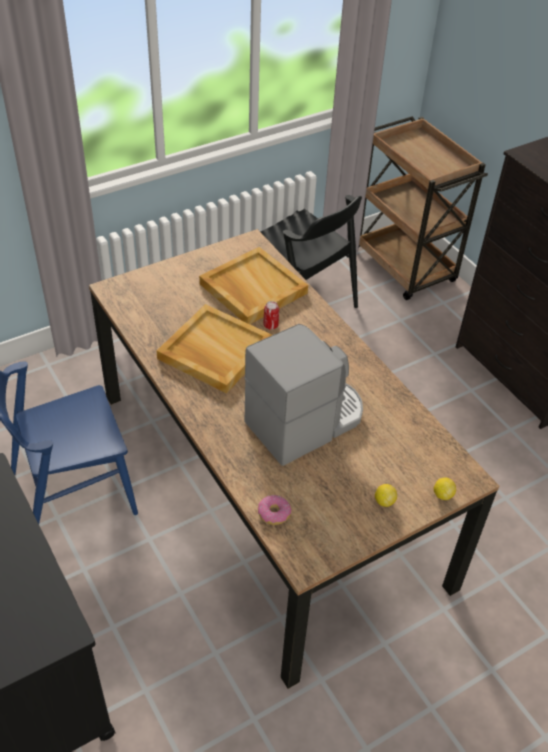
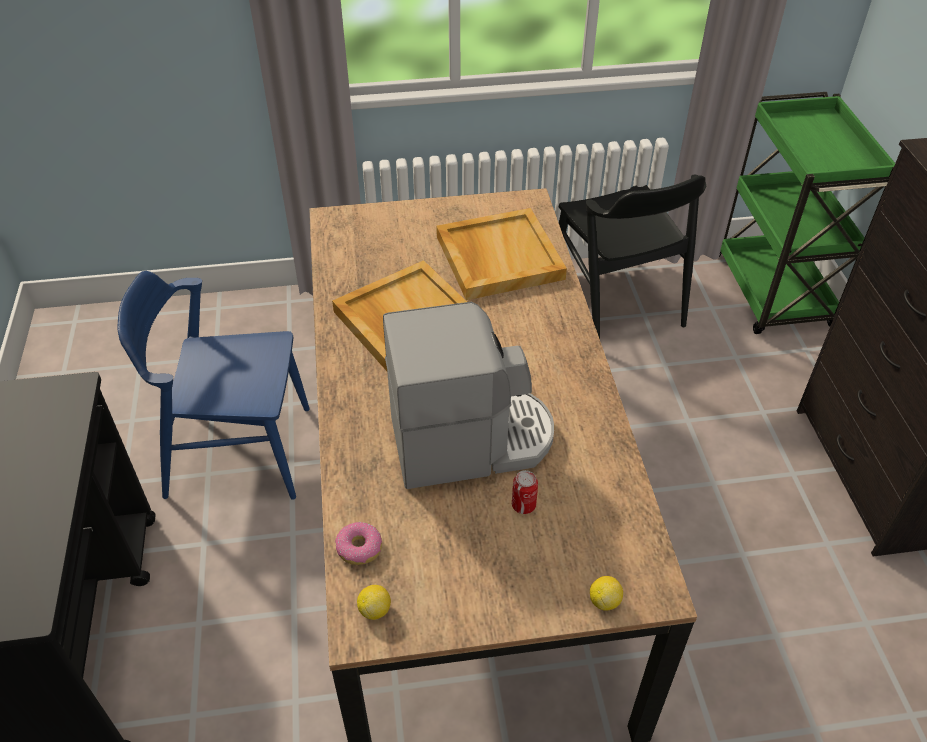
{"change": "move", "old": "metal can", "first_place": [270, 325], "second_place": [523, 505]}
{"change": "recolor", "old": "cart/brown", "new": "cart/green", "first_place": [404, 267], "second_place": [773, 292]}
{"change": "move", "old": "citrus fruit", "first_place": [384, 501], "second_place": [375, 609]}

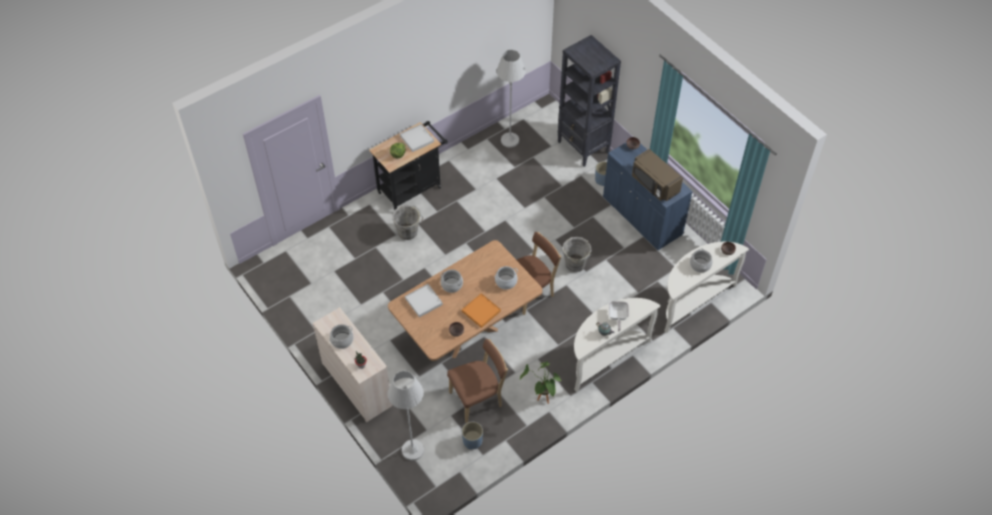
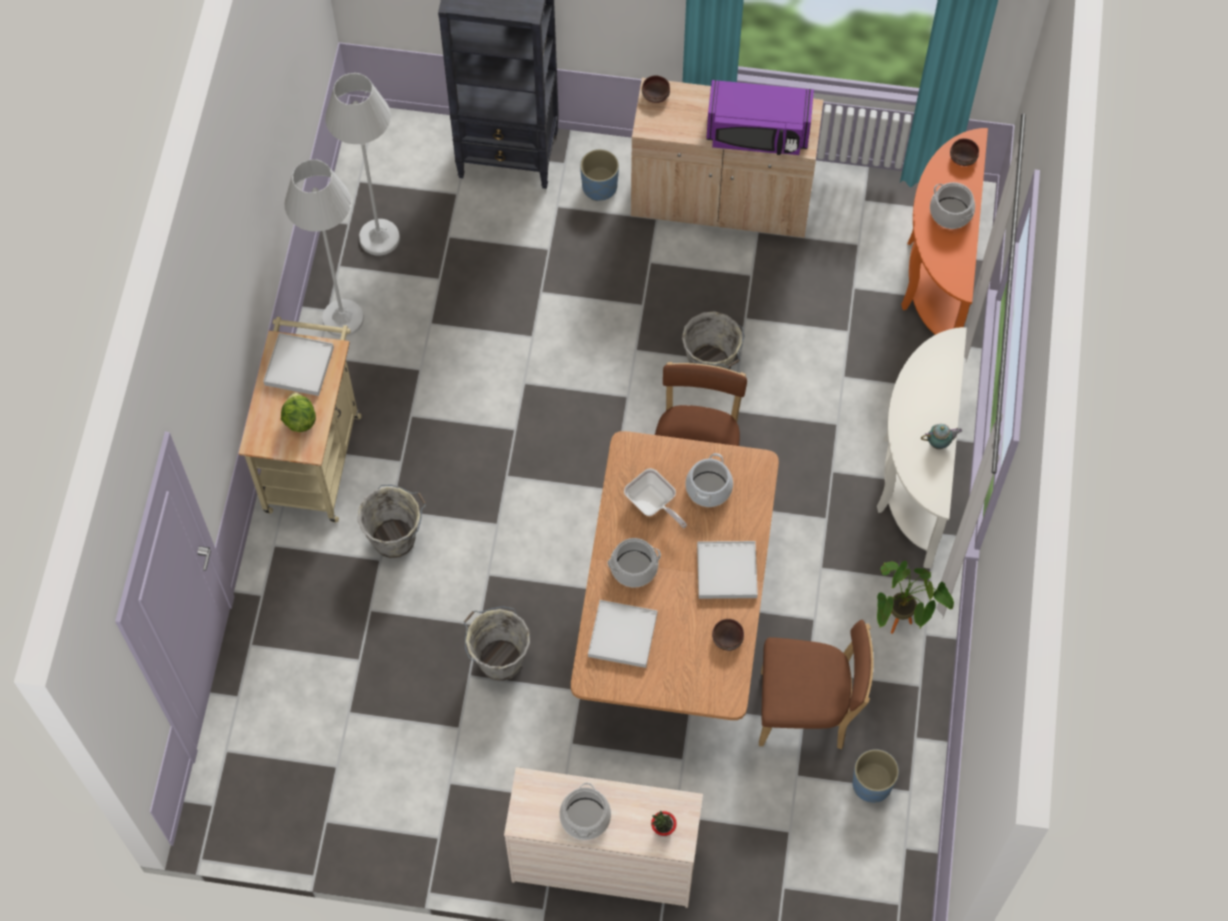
{"change": "recolor", "old": "cart/black", "new": "cart/beige", "first_place": [412, 188], "second_place": [314, 455]}
{"change": "move", "old": "standard lamp/whitish", "first_place": [412, 450], "second_place": [343, 319]}
{"change": "rotate", "old": "chair/brown", "first_place": [478, 399], "second_place": [807, 711], "degrees": 75}
{"change": "recolor", "old": "serving tray/orange-coloured", "new": "serving tray/whitish", "first_place": [481, 311], "second_place": [726, 571]}
{"change": "recolor", "old": "storage cabinet/blue", "new": "storage cabinet/beige", "first_place": [642, 216], "second_place": [721, 200]}
{"change": "move", "old": "pan", "first_place": [617, 317], "second_place": [653, 504]}
{"change": "recolor", "old": "microwave/brown", "new": "microwave/purplish", "first_place": [654, 184], "second_place": [758, 134]}
{"change": "recolor", "old": "hall table/whitish", "new": "hall table/orange-coloured", "first_place": [693, 301], "second_place": [935, 277]}
{"change": "insert", "new": "pail/grey", "second_place": [499, 659]}

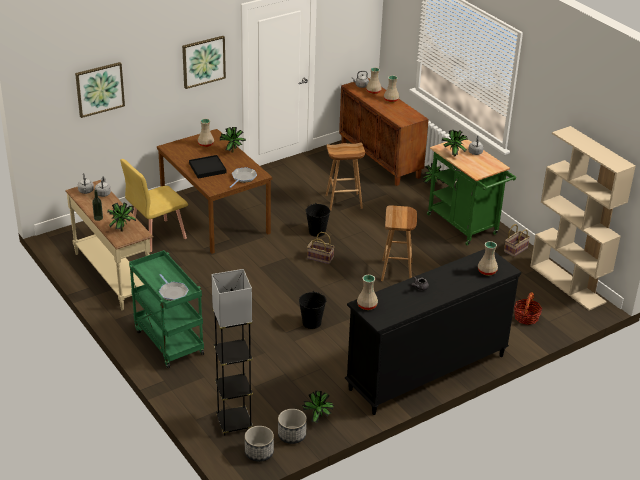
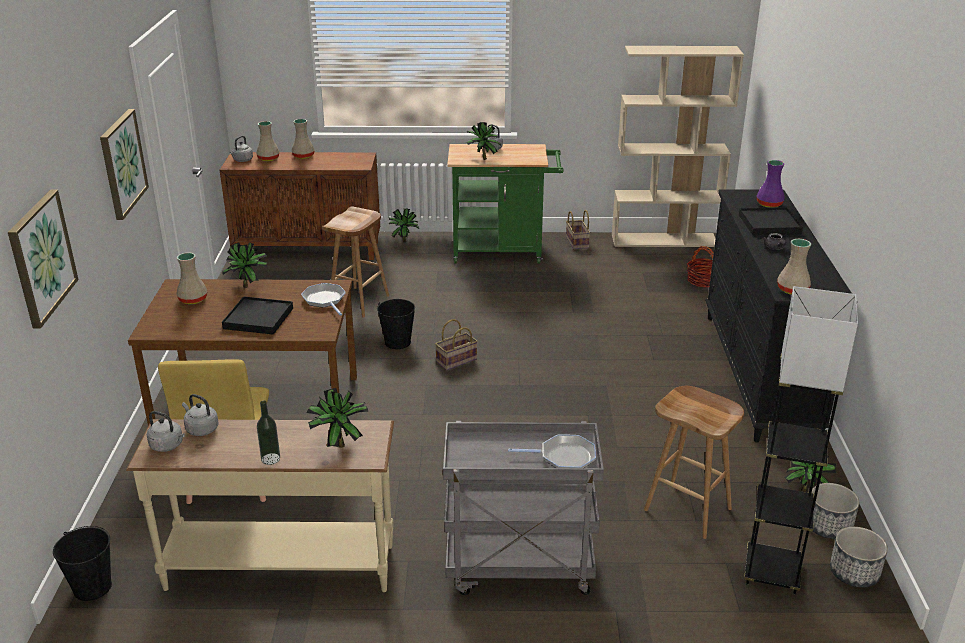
{"change": "recolor", "old": "cart/green", "new": "cart/grey", "first_place": [167, 341], "second_place": [518, 569]}
{"change": "move", "old": "pail/black", "first_place": [311, 323], "second_place": [92, 587]}
{"change": "move", "old": "sitting stool/brown", "first_place": [397, 271], "second_place": [689, 509]}
{"change": "recolor", "old": "decorative vase/beige", "new": "decorative vase/purplish", "first_place": [487, 271], "second_place": [769, 204]}
{"change": "insert", "new": "serving tray/black", "second_place": [769, 224]}

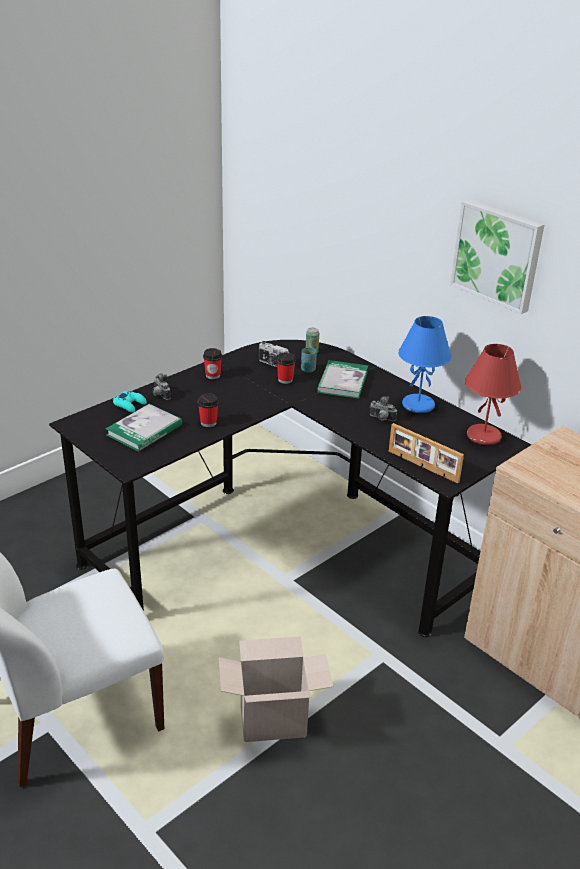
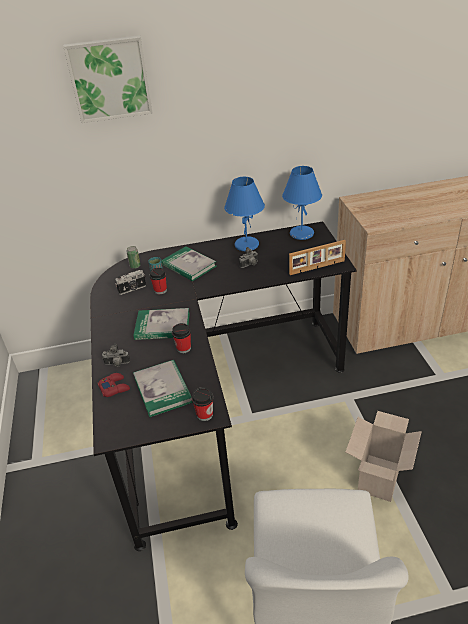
{"change": "recolor", "old": "joypad/turquoise", "new": "joypad/reddish", "first_place": [130, 404], "second_place": [114, 387]}
{"change": "move", "old": "drinking cup", "first_place": [213, 375], "second_place": [204, 414]}
{"change": "move", "old": "picture", "first_place": [498, 255], "second_place": [109, 79]}
{"change": "recolor", "old": "tabletop lamp/reddish", "new": "tabletop lamp/blue", "first_place": [483, 436], "second_place": [301, 234]}
{"change": "insert", "new": "bound book", "second_place": [162, 326]}

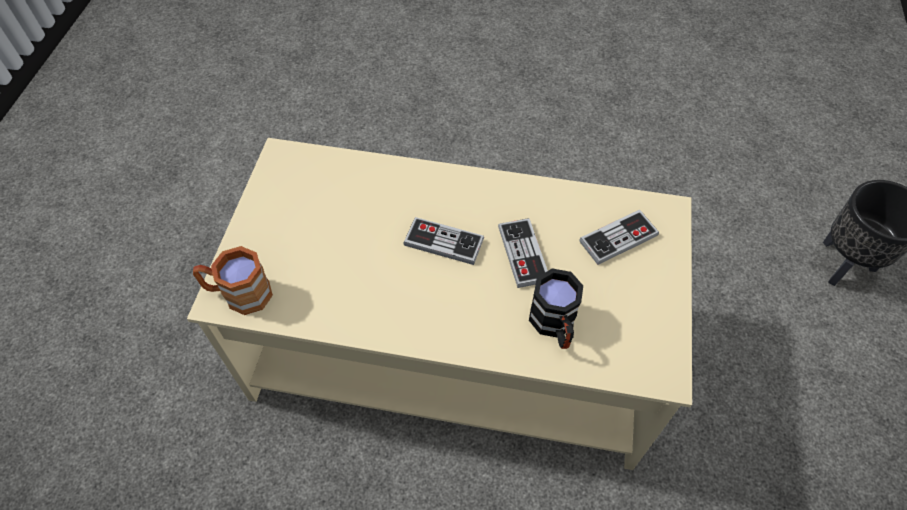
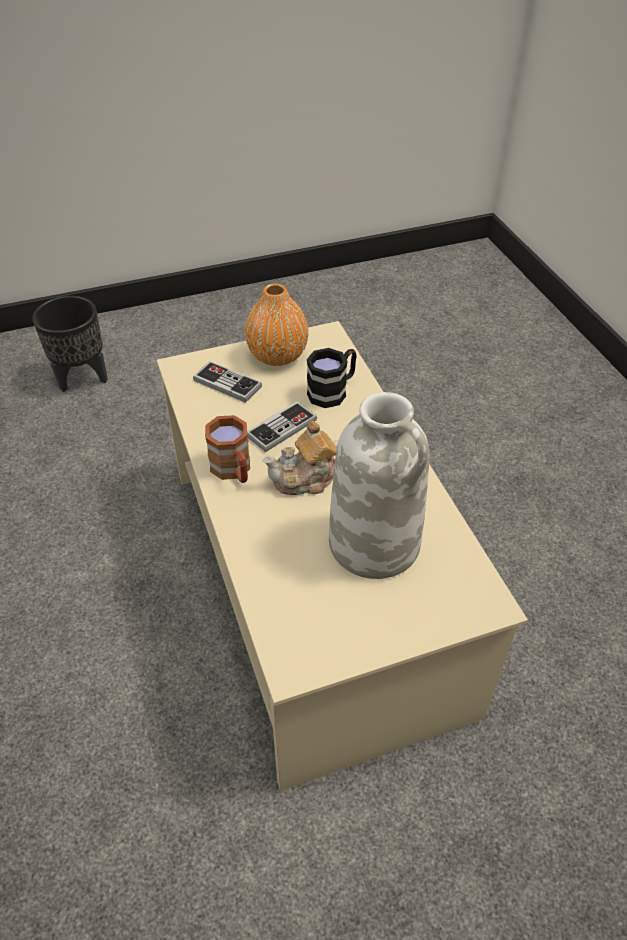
{"change": "move", "old": "mug/brown", "first_place": [238, 294], "second_place": [233, 470]}
{"change": "replace", "old": "joypad", "new": "pot for tea", "first_place": [443, 242], "second_place": [306, 479]}
{"change": "insert", "new": "decorative vase/orange-coloured", "second_place": [277, 355]}
{"change": "insert", "new": "decorative vase/whitish", "second_place": [376, 543]}

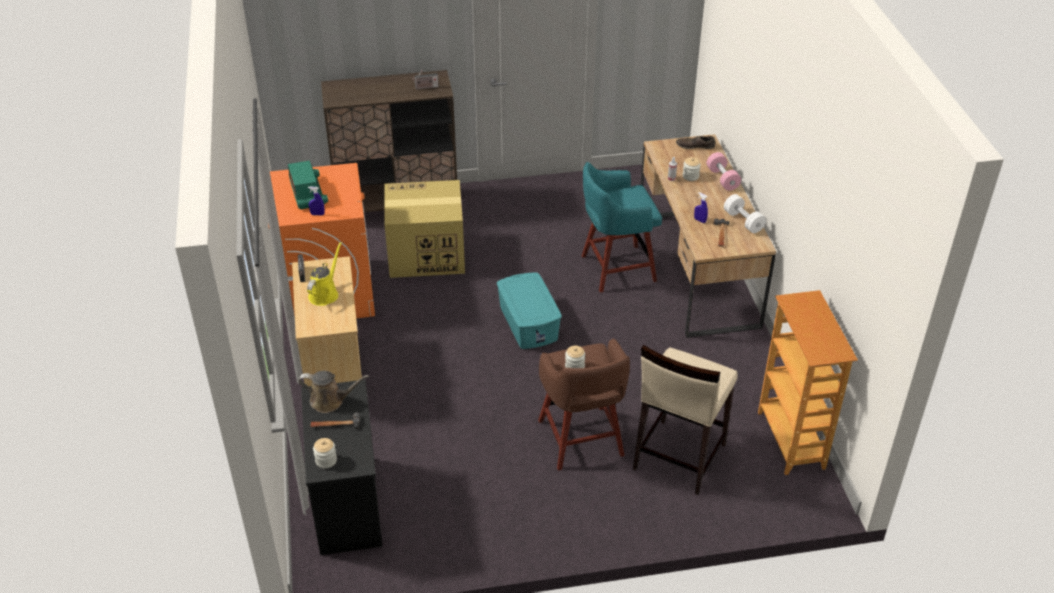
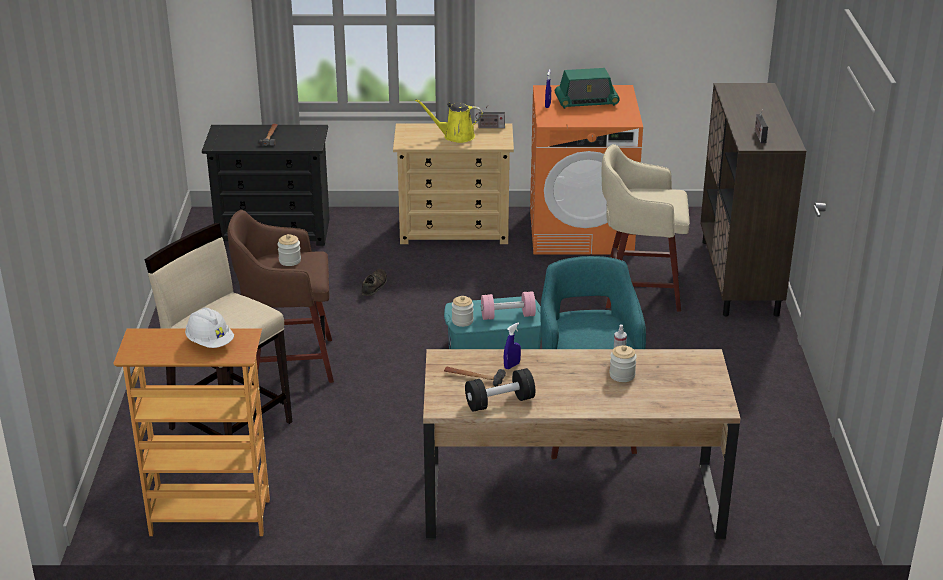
{"change": "delete", "old": "watering pot/brown", "first_place": [330, 401]}
{"change": "rotate", "old": "watering pot/yellowish", "first_place": [325, 294], "second_place": [455, 136], "degrees": 150}
{"change": "move", "old": "jar", "first_place": [326, 460], "second_place": [462, 321]}
{"change": "replace", "old": "packing box", "new": "sitting stool/beige", "first_place": [425, 254], "second_place": [639, 290]}
{"change": "move", "old": "low shoe/brown", "first_place": [695, 146], "second_place": [374, 286]}
{"change": "move", "old": "dumbbell/pink", "first_place": [722, 179], "second_place": [507, 316]}
{"change": "recolor", "old": "dumbbell/whitish", "new": "dumbbell/black", "first_place": [743, 221], "second_place": [500, 402]}
{"change": "insert", "new": "hard hat/whitish", "second_place": [210, 342]}

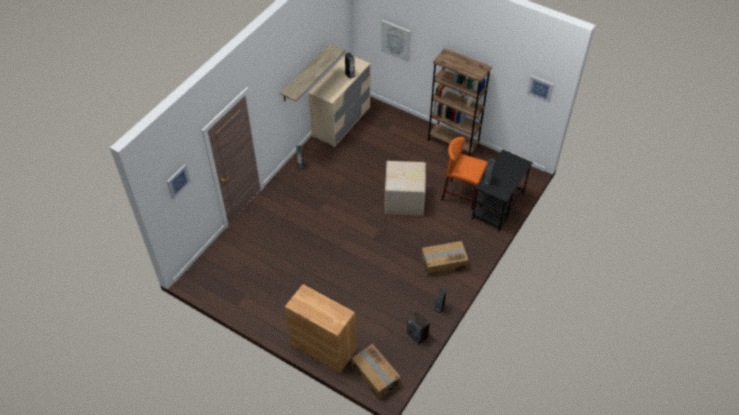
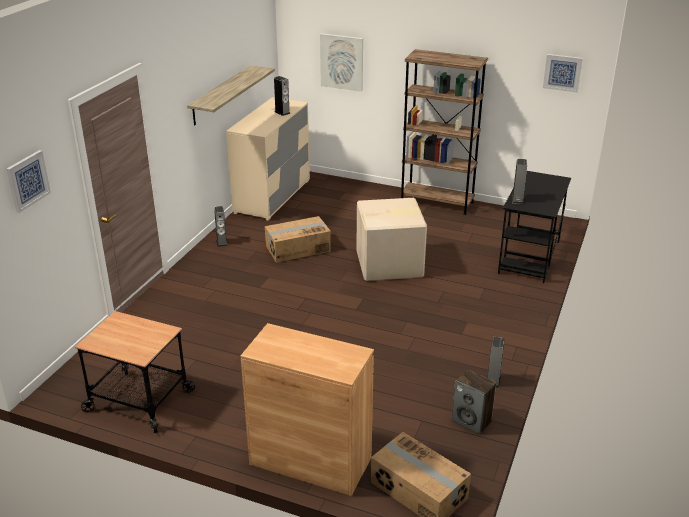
{"change": "move", "old": "packing box", "first_place": [443, 263], "second_place": [297, 248]}
{"change": "delete", "old": "sitting stool/orange-coloured", "first_place": [461, 195]}
{"change": "insert", "new": "cart", "second_place": [139, 401]}

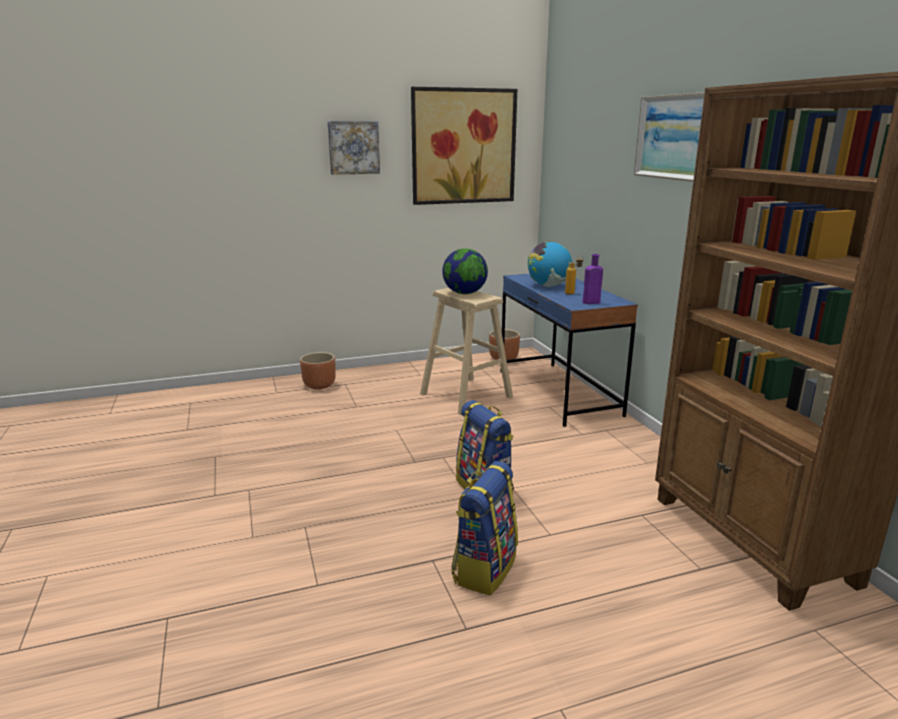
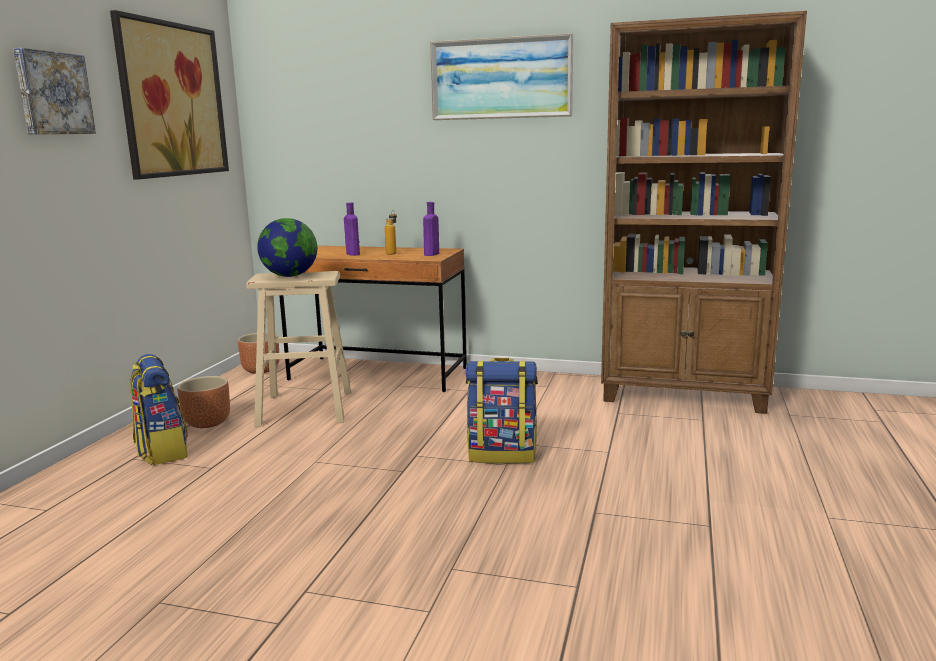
{"change": "move", "old": "plant pot/brown", "first_place": [320, 385], "second_place": [208, 422]}
{"change": "move", "old": "knapsack", "first_place": [484, 568], "second_place": [162, 451]}
{"change": "recolor", "old": "desk table/blue", "new": "desk table/brown", "first_place": [557, 392], "second_place": [378, 374]}
{"change": "replace", "old": "world globe", "new": "drink bottle/purplish", "first_place": [548, 286], "second_place": [352, 254]}

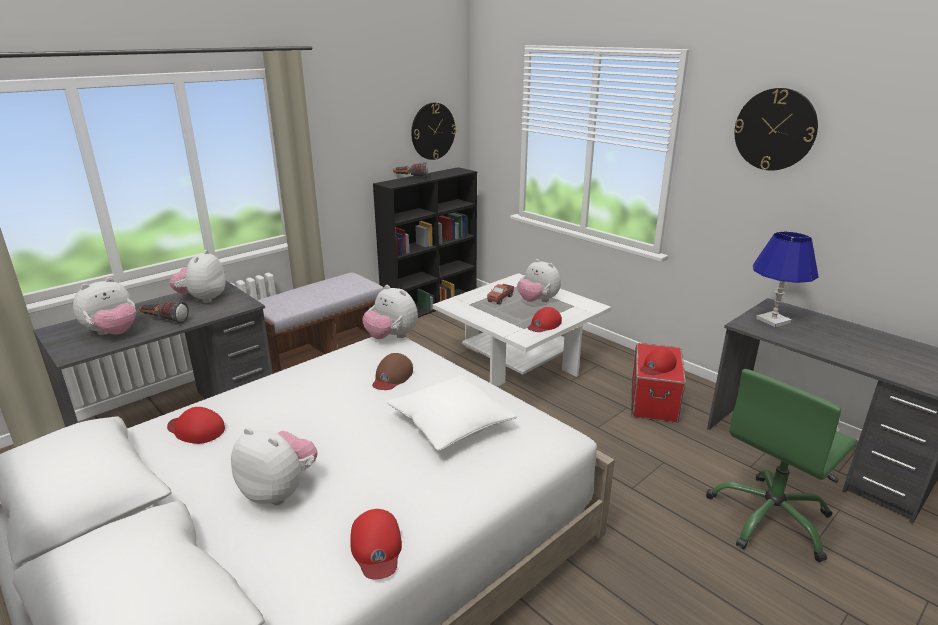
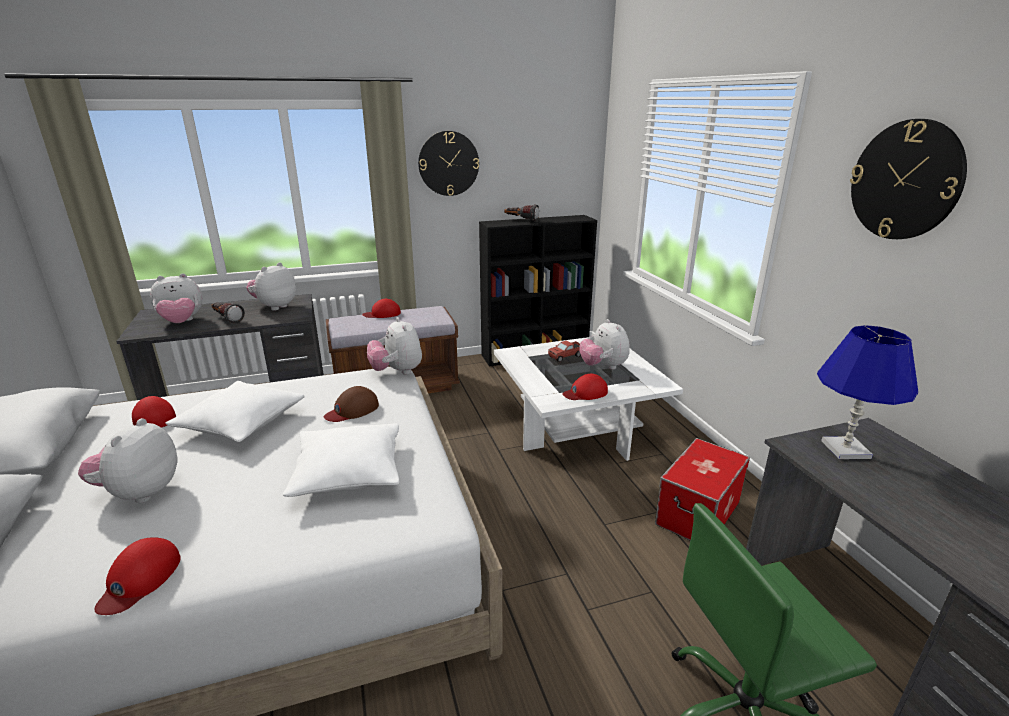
{"change": "rotate", "old": "plush toy", "first_place": [279, 491], "second_place": [140, 492], "degrees": -135}
{"change": "move", "old": "hanging clock", "first_place": [433, 131], "second_place": [448, 163]}
{"change": "move", "old": "peaked cap/reddish", "first_place": [657, 366], "second_place": [382, 314]}
{"change": "insert", "new": "throw pillow/whitish", "second_place": [242, 423]}

